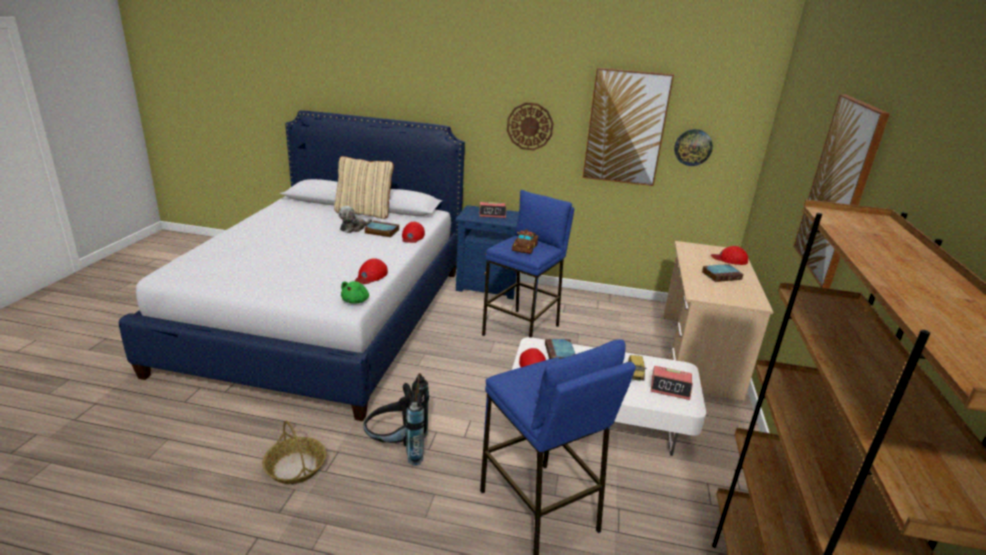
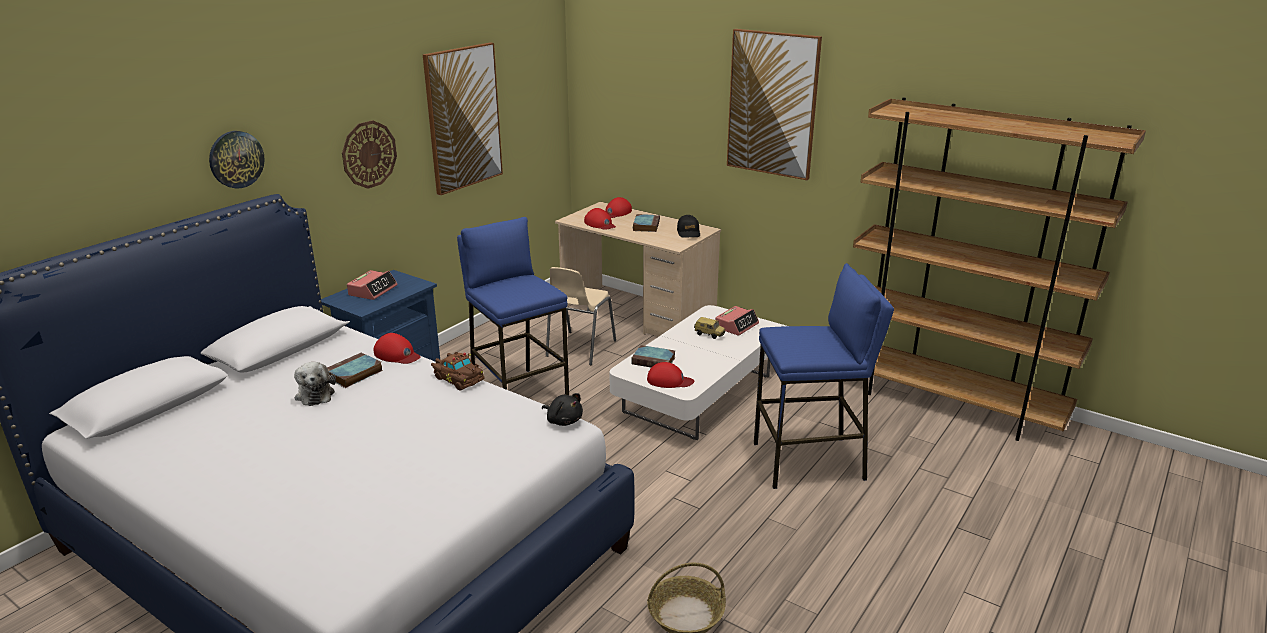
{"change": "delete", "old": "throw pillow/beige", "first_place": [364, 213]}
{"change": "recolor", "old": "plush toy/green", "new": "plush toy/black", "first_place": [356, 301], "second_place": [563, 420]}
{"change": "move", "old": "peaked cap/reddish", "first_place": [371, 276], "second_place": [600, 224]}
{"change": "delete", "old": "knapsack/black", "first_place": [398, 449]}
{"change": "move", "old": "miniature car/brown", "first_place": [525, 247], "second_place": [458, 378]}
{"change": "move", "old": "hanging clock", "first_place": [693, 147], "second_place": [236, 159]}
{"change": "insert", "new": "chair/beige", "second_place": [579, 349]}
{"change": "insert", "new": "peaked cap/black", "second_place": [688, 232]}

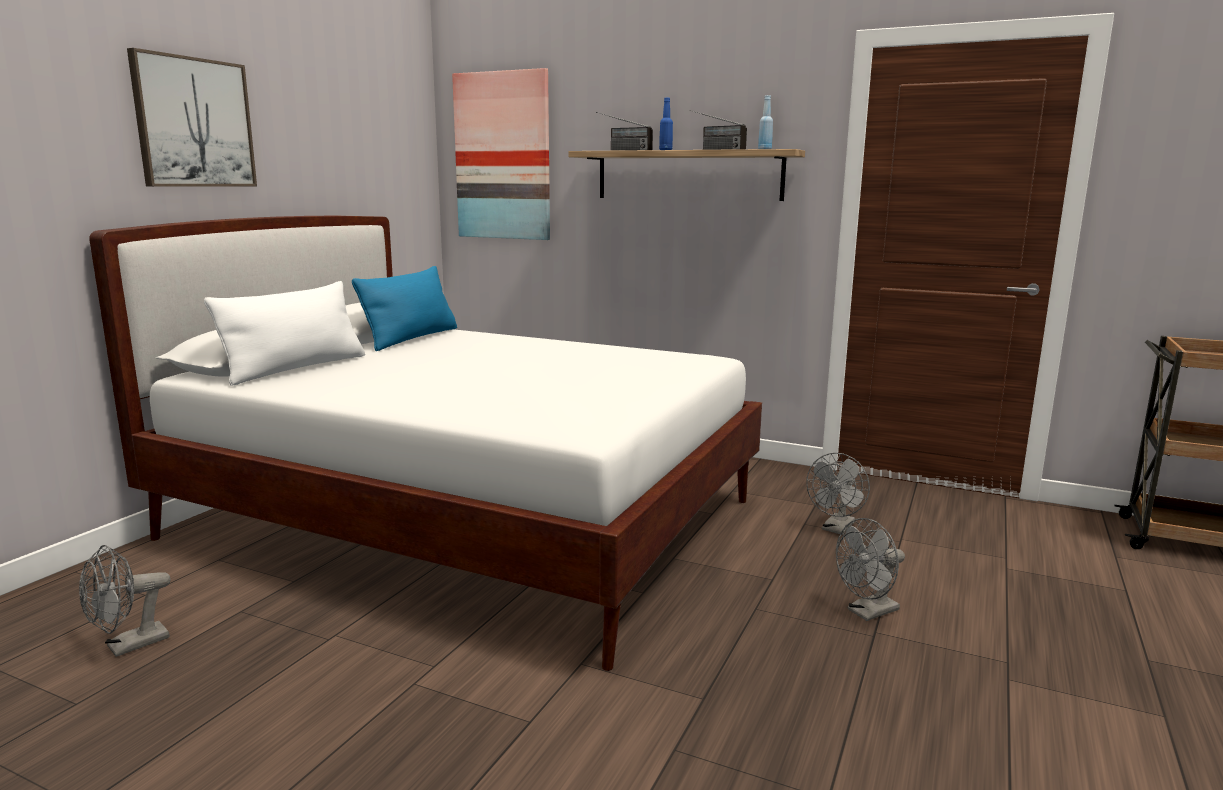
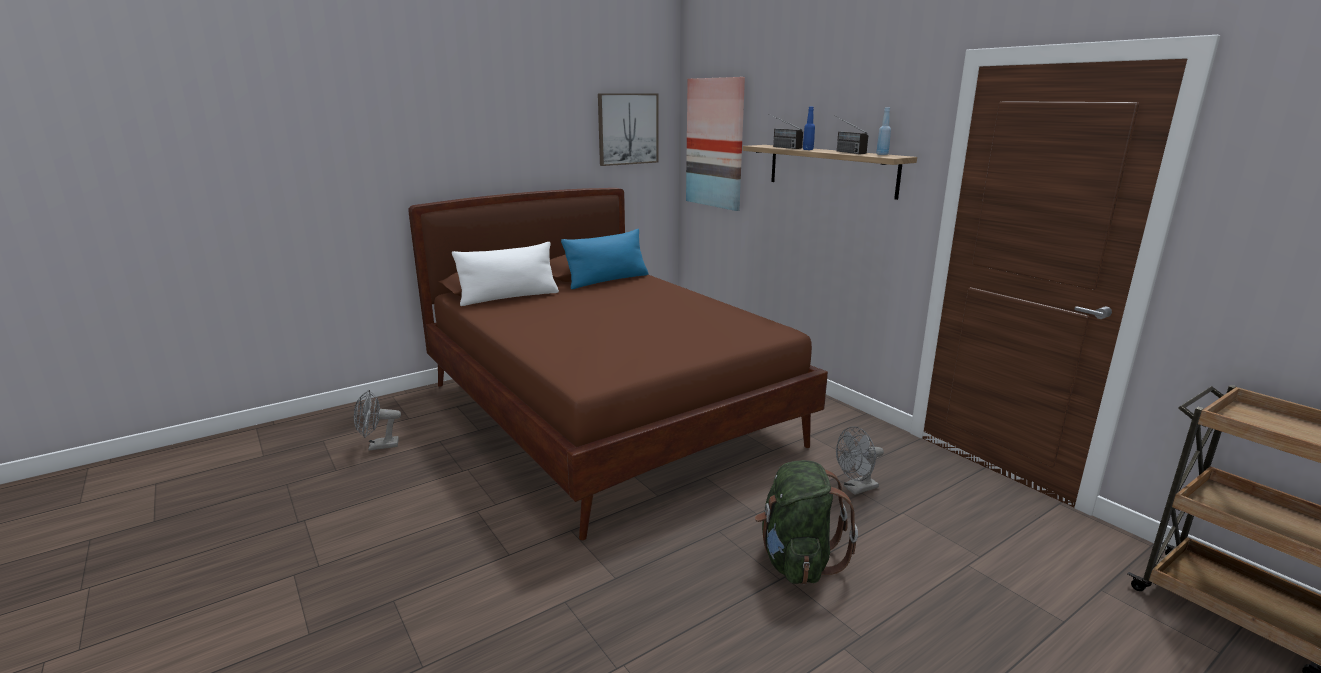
{"change": "recolor", "old": "bed/whitish", "new": "bed/brown", "first_place": [468, 518], "second_place": [607, 413]}
{"change": "move", "old": "picture", "first_place": [194, 123], "second_place": [628, 129]}
{"change": "replace", "old": "cooling fan/grey", "new": "knapsack/green", "first_place": [867, 612], "second_place": [797, 561]}

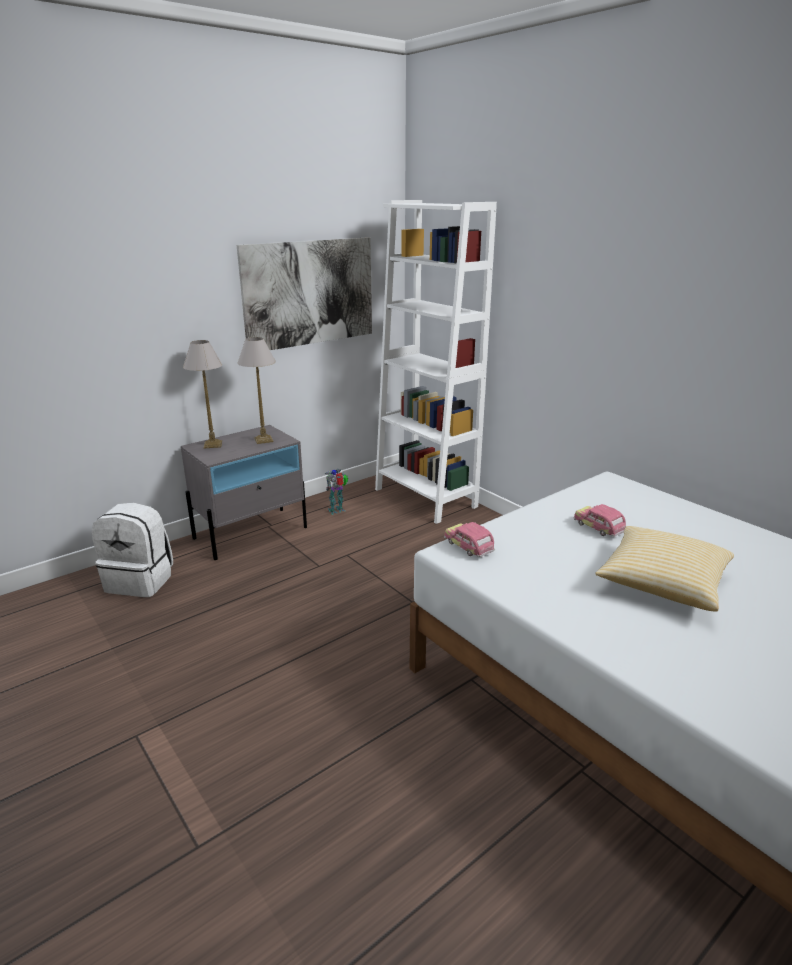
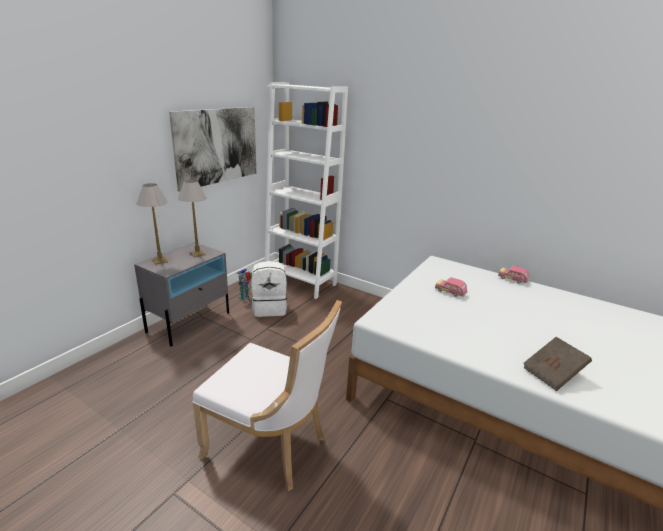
{"change": "move", "old": "knapsack/whitish", "first_place": [141, 581], "second_place": [269, 308]}
{"change": "move", "old": "miniature car", "first_place": [468, 547], "second_place": [512, 279]}
{"change": "delete", "old": "throw pillow", "first_place": [662, 583]}
{"change": "insert", "new": "chair/whitish", "second_place": [270, 446]}
{"change": "insert", "new": "bound book/brown", "second_place": [553, 373]}

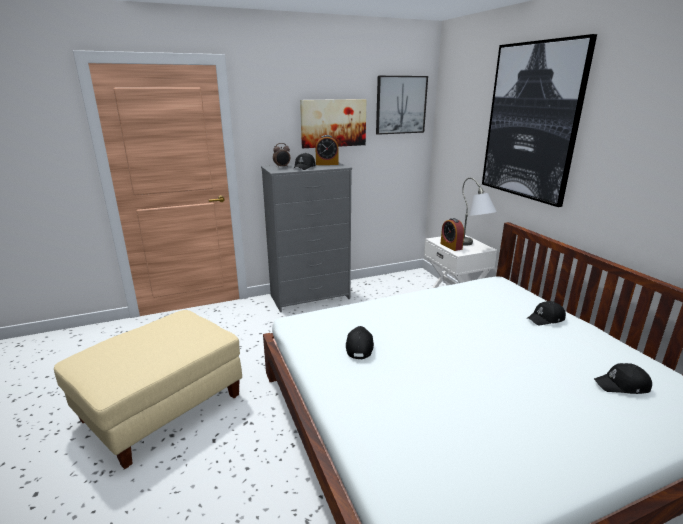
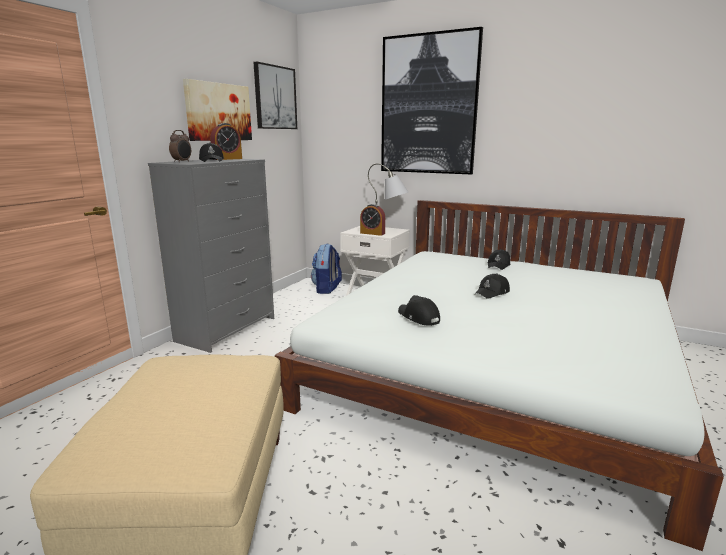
{"change": "move", "old": "peaked cap/black", "first_place": [622, 385], "second_place": [492, 293]}
{"change": "insert", "new": "knapsack", "second_place": [327, 289]}

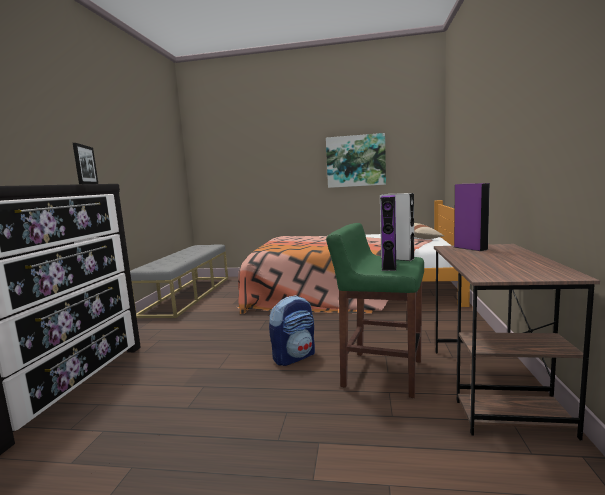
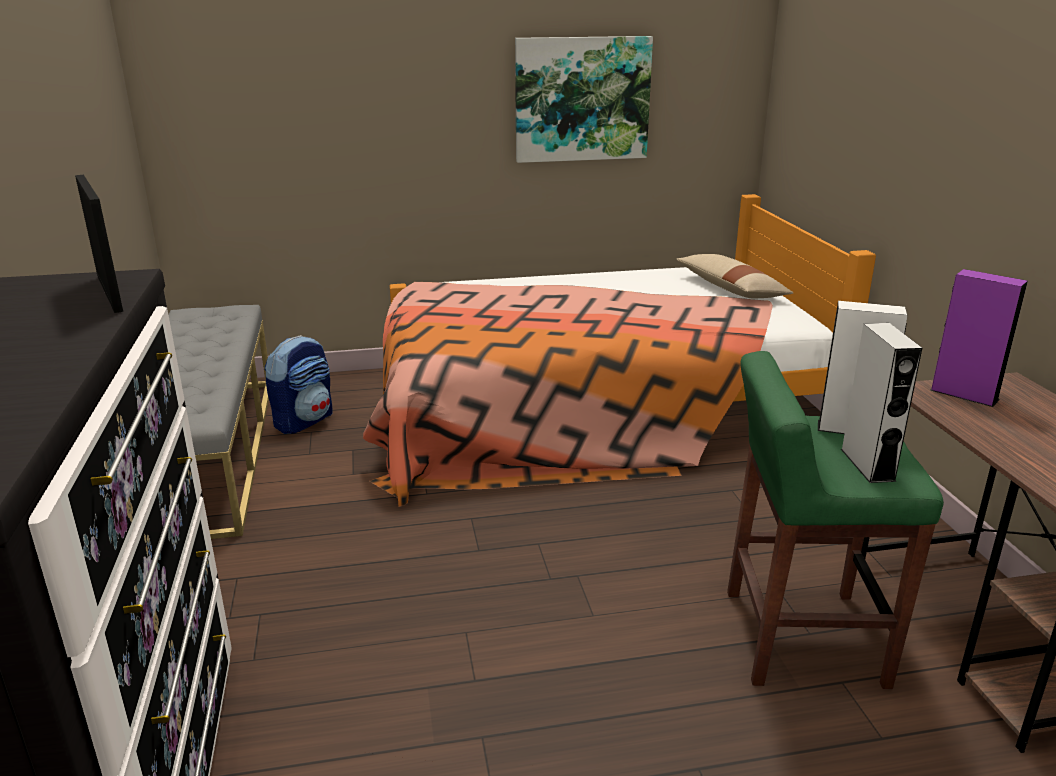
{"change": "move", "old": "knapsack", "first_place": [294, 357], "second_place": [304, 421]}
{"change": "recolor", "old": "loudspeaker/purplish", "new": "loudspeaker/grey", "first_place": [389, 266], "second_place": [867, 464]}

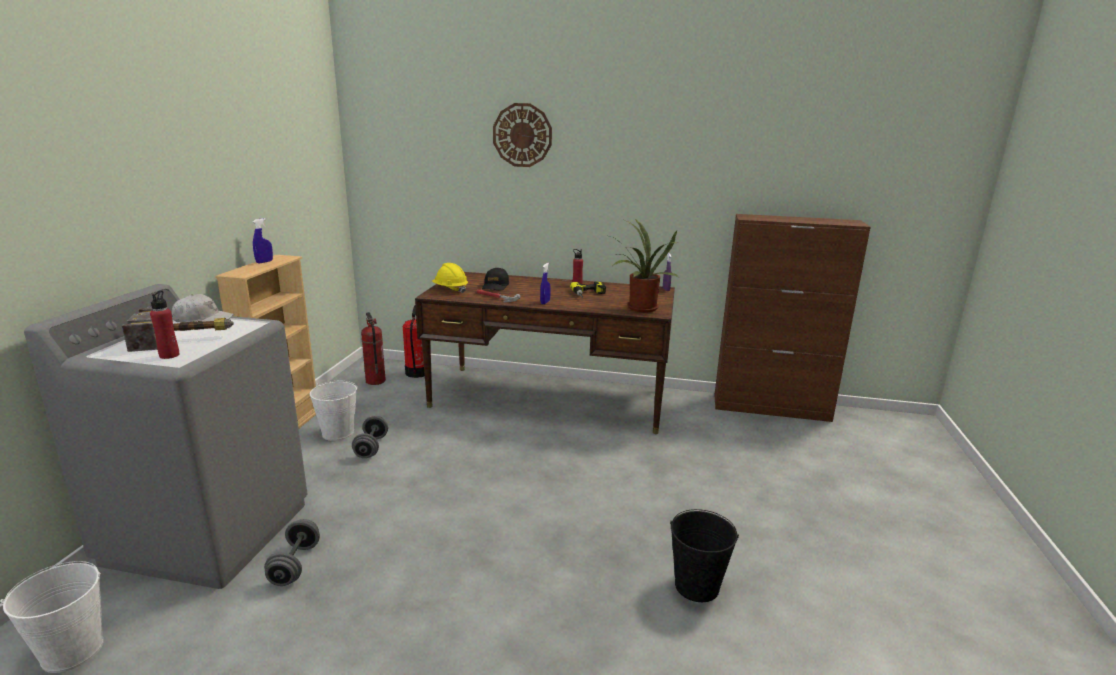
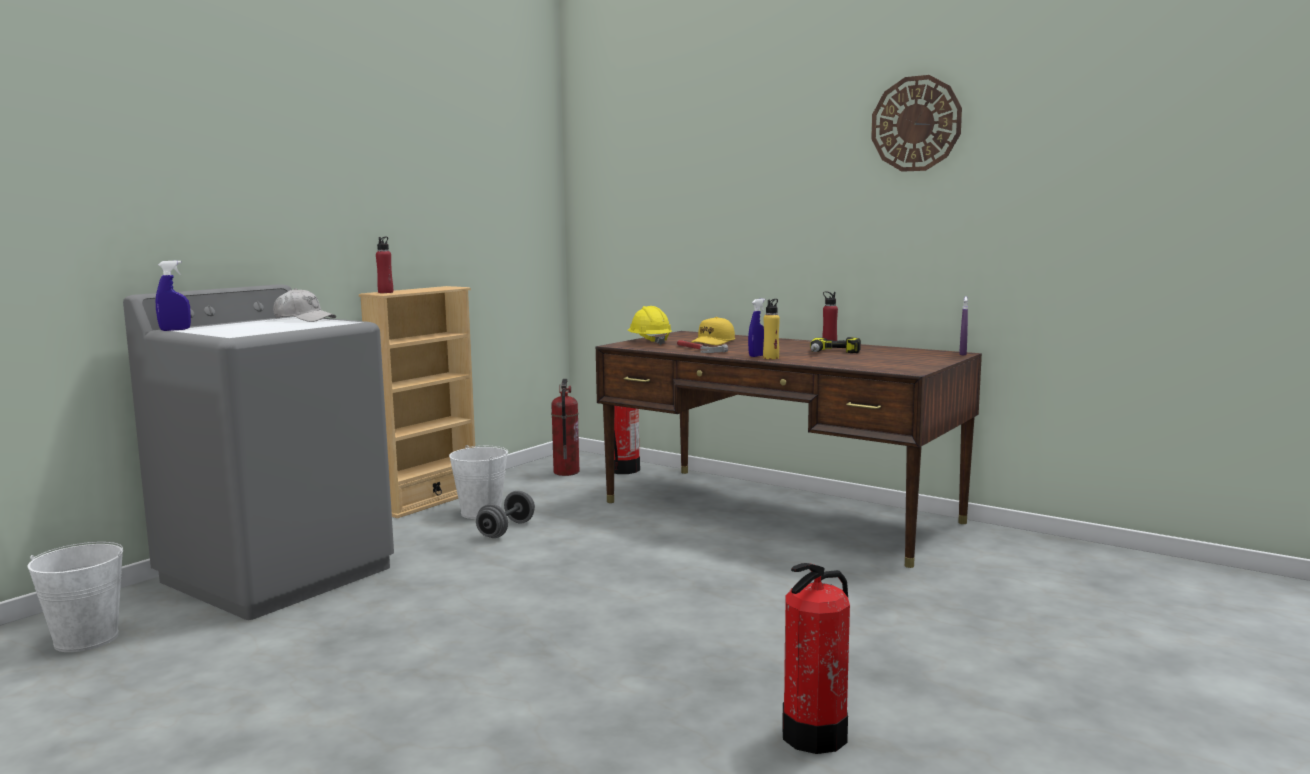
{"change": "delete", "old": "hammer", "first_place": [187, 338]}
{"change": "move", "old": "drink bottle/reddish", "first_place": [169, 355], "second_place": [385, 292]}
{"change": "move", "old": "hand sprayer/blue", "first_place": [264, 262], "second_place": [175, 330]}
{"change": "delete", "old": "dumbbell/grey", "first_place": [295, 565]}
{"change": "recolor", "old": "peaked cap/black", "new": "peaked cap/yellowish", "first_place": [495, 286], "second_place": [713, 342]}
{"change": "move", "old": "hanging clock", "first_place": [522, 135], "second_place": [916, 124]}
{"change": "delete", "old": "potted plant", "first_place": [639, 309]}
{"change": "replace", "old": "pail/black", "new": "fire extinguisher", "first_place": [697, 586], "second_place": [815, 735]}
{"change": "delete", "old": "storage cabinet/brown", "first_place": [771, 408]}
{"change": "insert", "new": "drink bottle/yellowish", "second_place": [771, 358]}

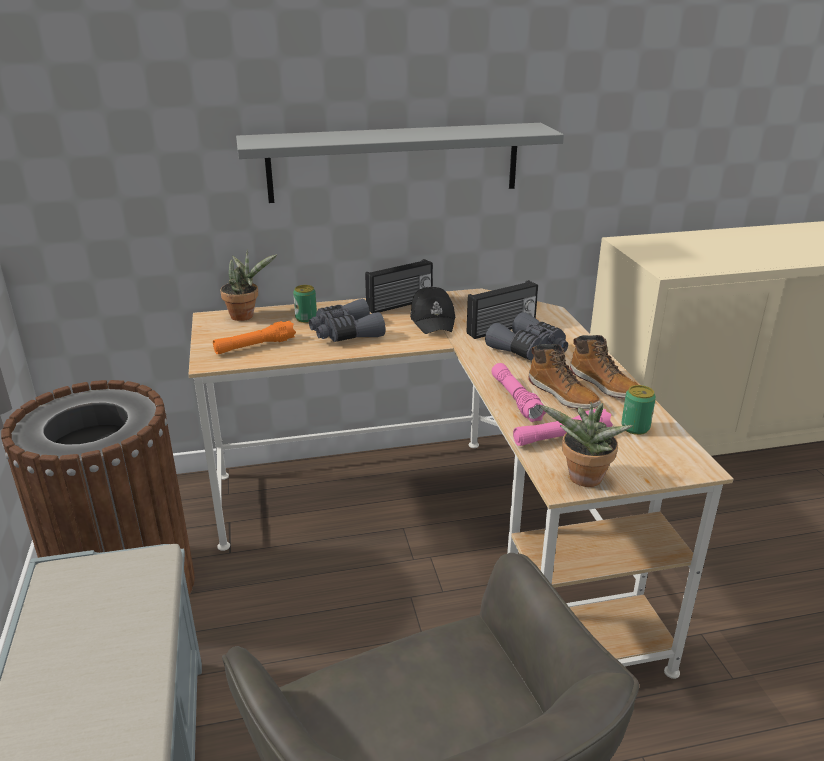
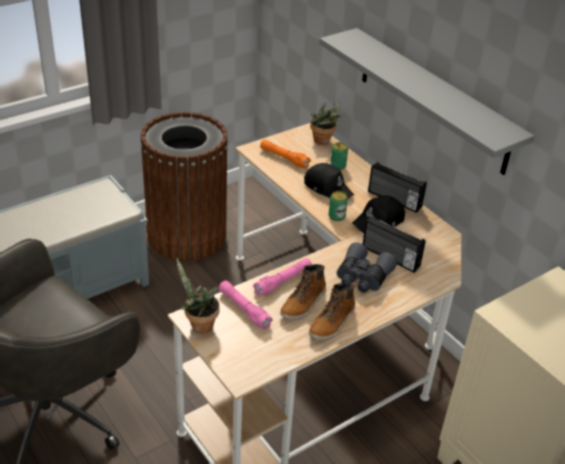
{"change": "replace", "old": "pair of binoculars/grey", "new": "peaked cap/black", "first_place": [345, 333], "second_place": [328, 188]}
{"change": "move", "old": "metal can", "first_place": [635, 427], "second_place": [336, 216]}

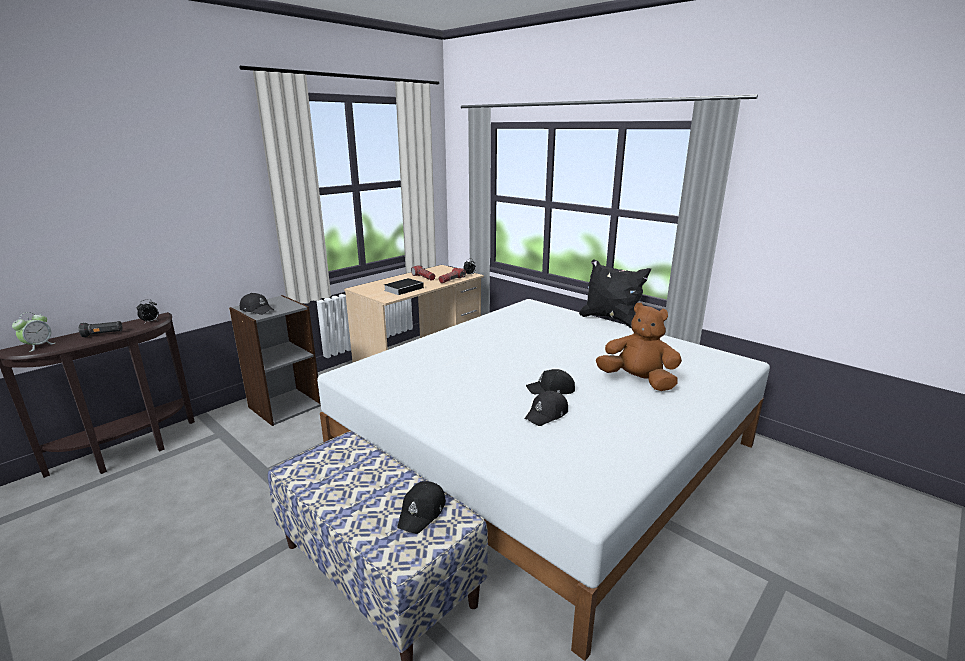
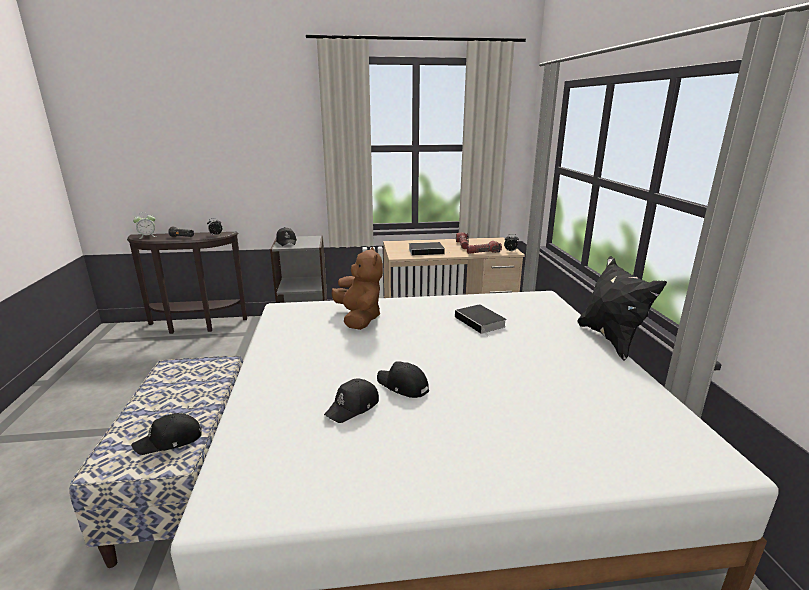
{"change": "rotate", "old": "peaked cap/black", "first_place": [547, 414], "second_place": [353, 407], "degrees": -45}
{"change": "move", "old": "plush toy/brown", "first_place": [638, 381], "second_place": [359, 318]}
{"change": "insert", "new": "bound book", "second_place": [481, 322]}

